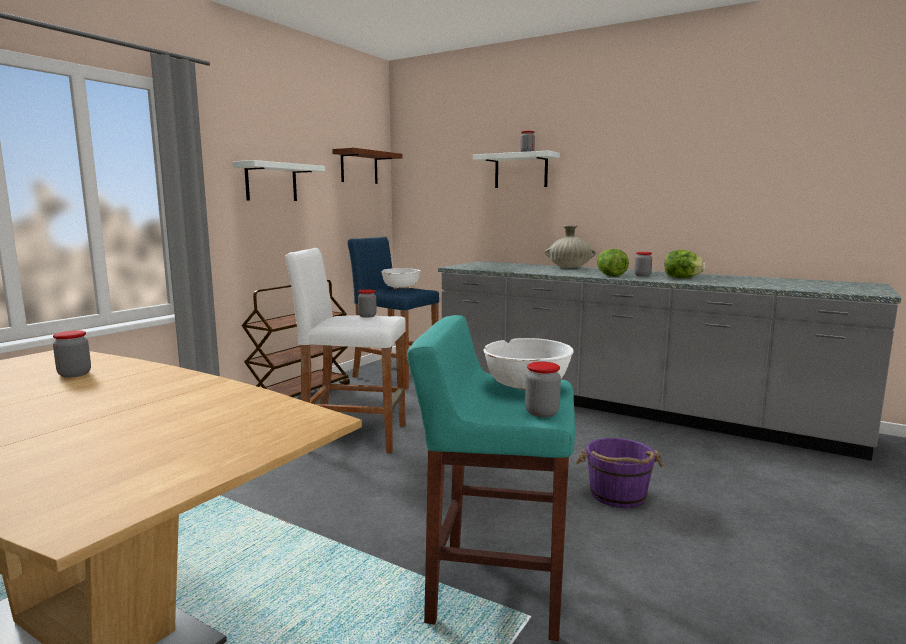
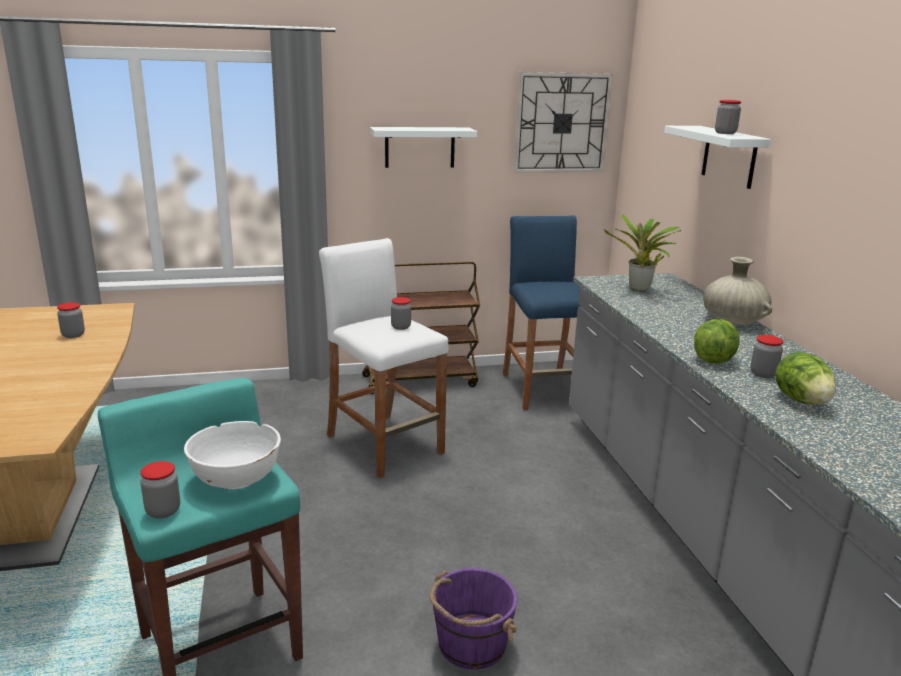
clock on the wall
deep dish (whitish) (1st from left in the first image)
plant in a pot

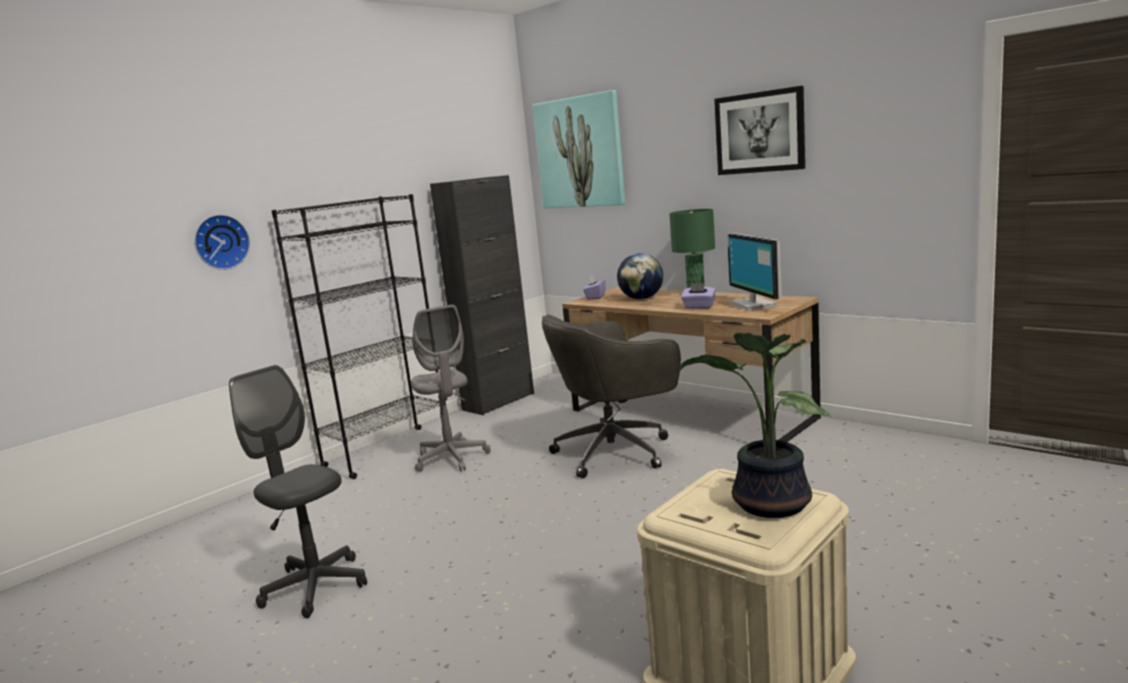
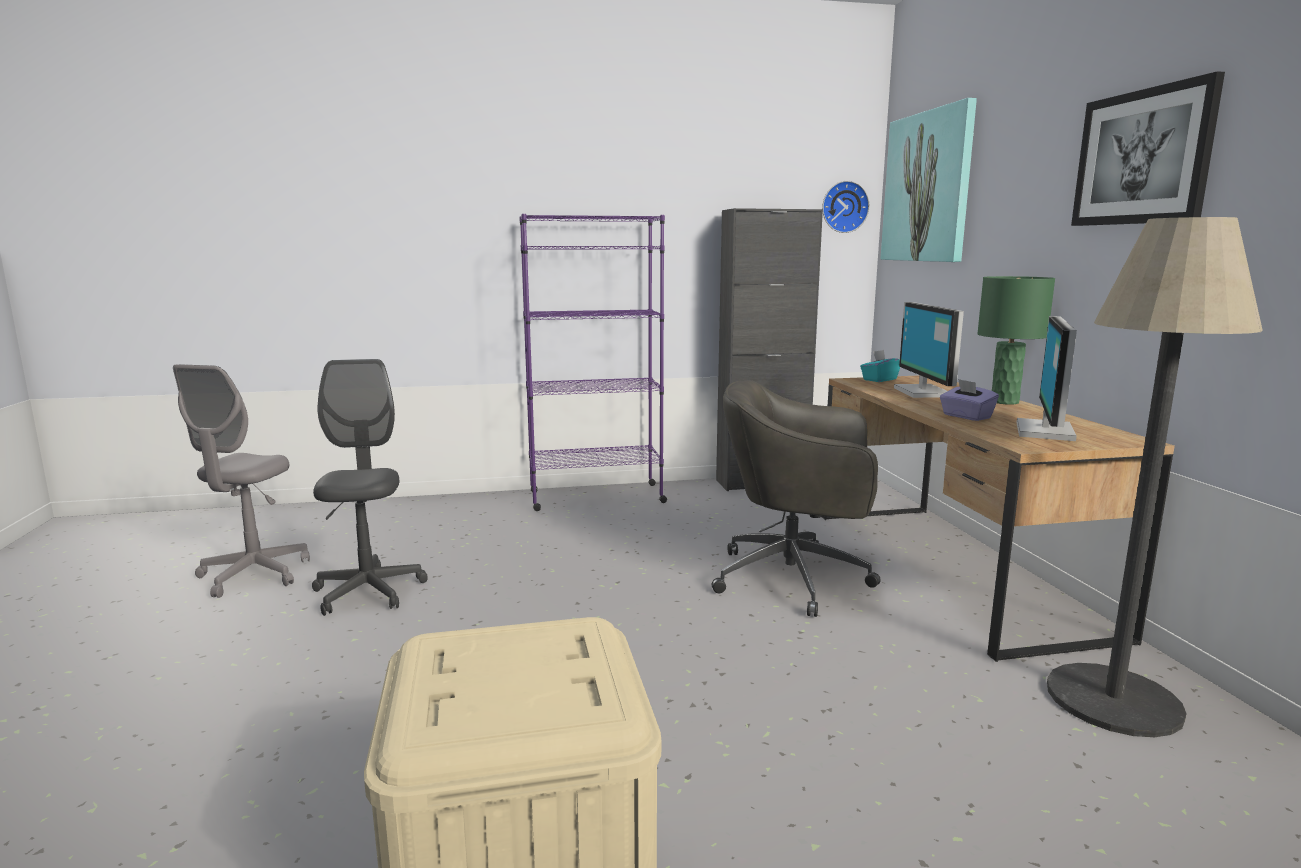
bookshelf (purplish)
clock on the wall
computer display (1st from left)
tissue holder (turquoise-coloured)
computer chair (greyish) (1st from left)
plant in a pot
floor lamp

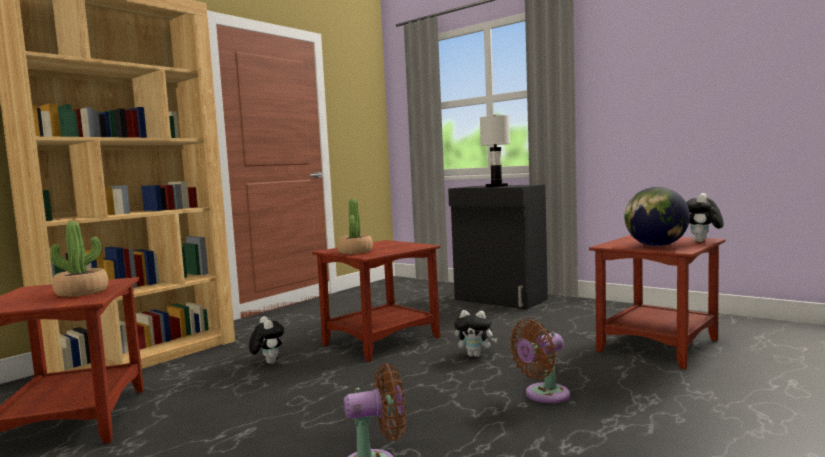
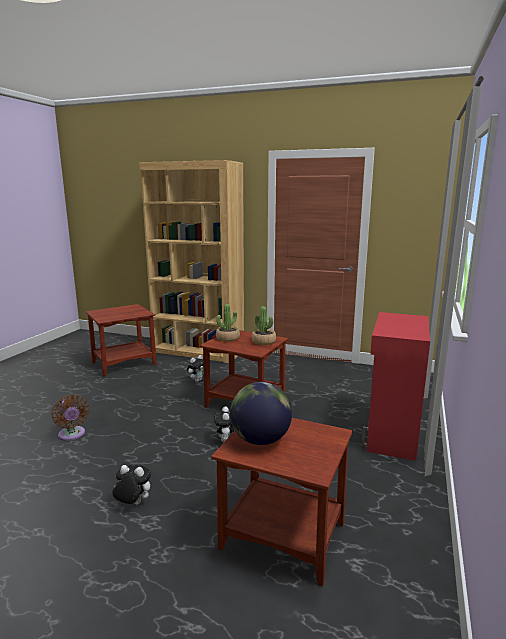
table lamp (whitish)
storage cabinet (red)
plush toy (1st from left)
plant in a pot (2nd from left)
fan (brown-coloured) (2nd from left in the first image)

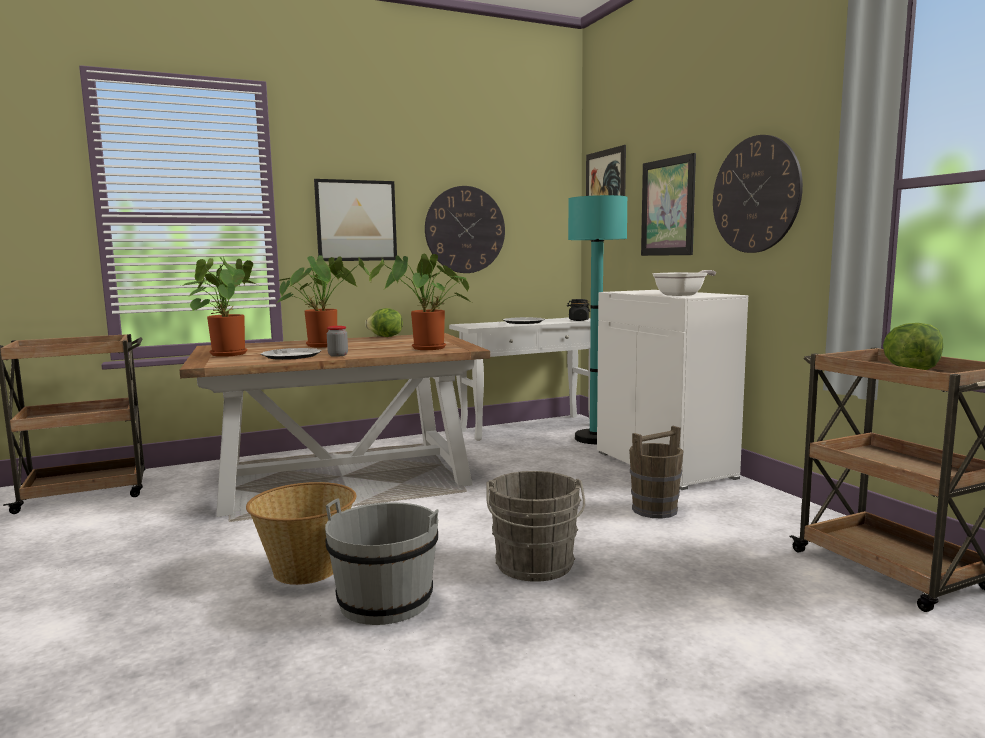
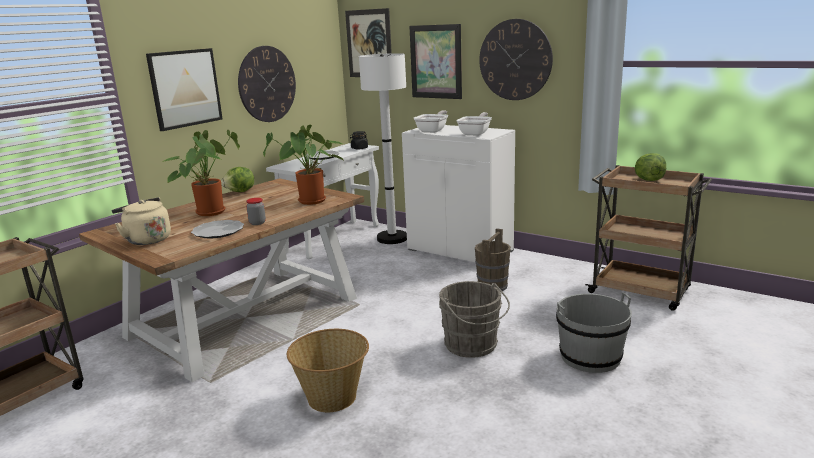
floor lamp (whitish)
tea kettle (beige-coloured)
bucket (greyish) (2nd from left)
frying pan (1st from left)

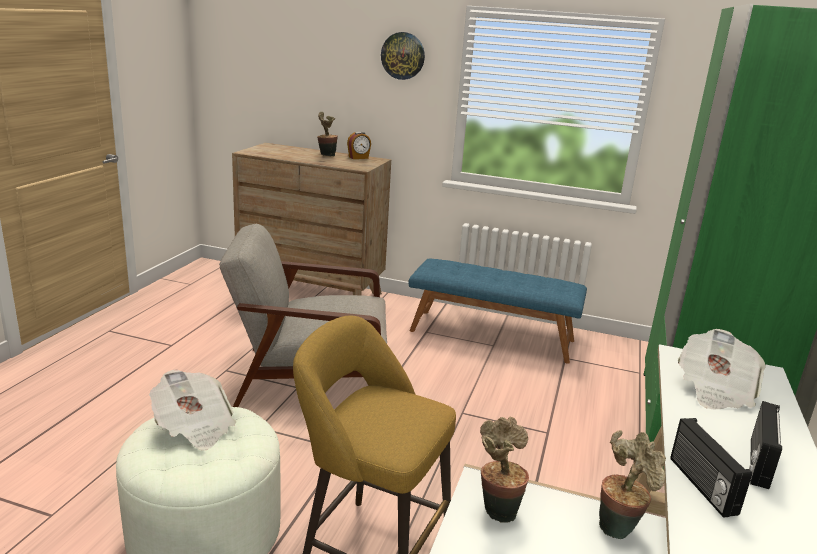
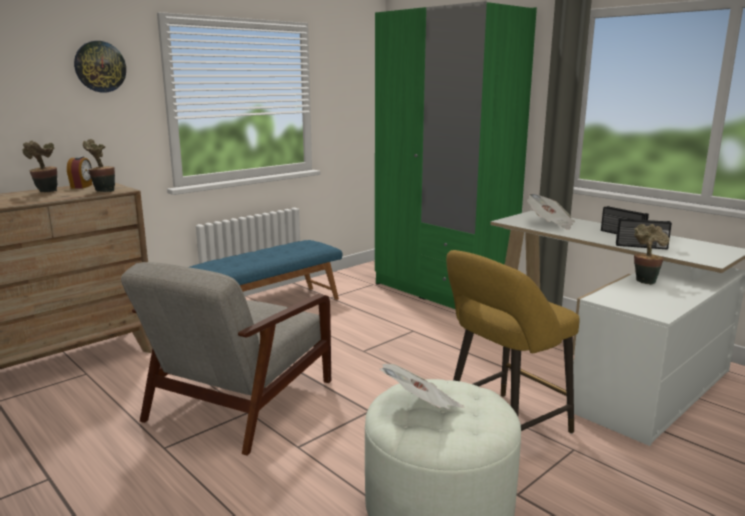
plant in a pot (2nd from left)

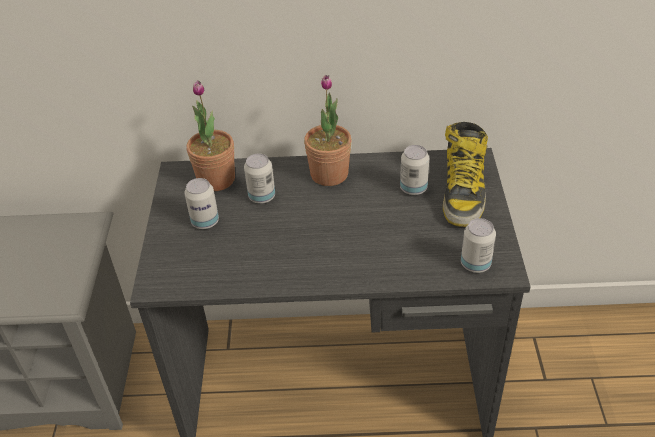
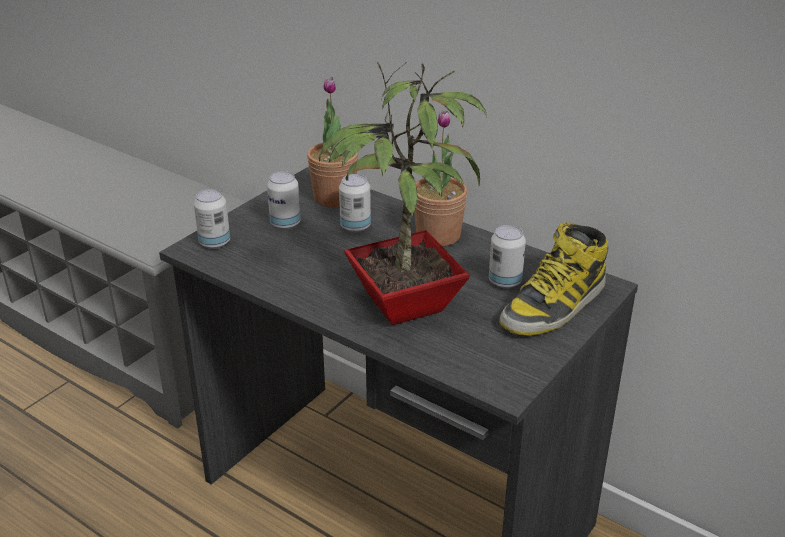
sealed can (1st from left)
plant in a pot (2nd from left)

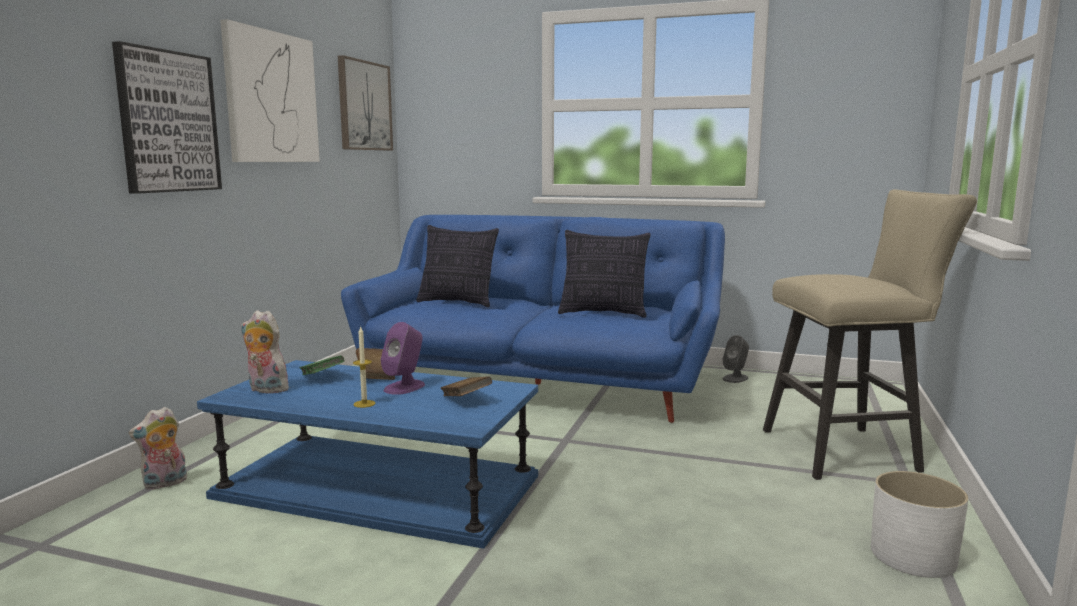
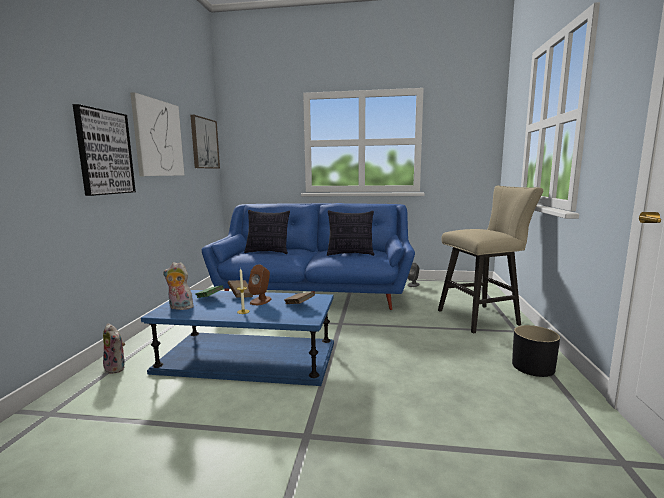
speaker (brown-coloured)
plush toy (1st from left)
flower pot (blackish)

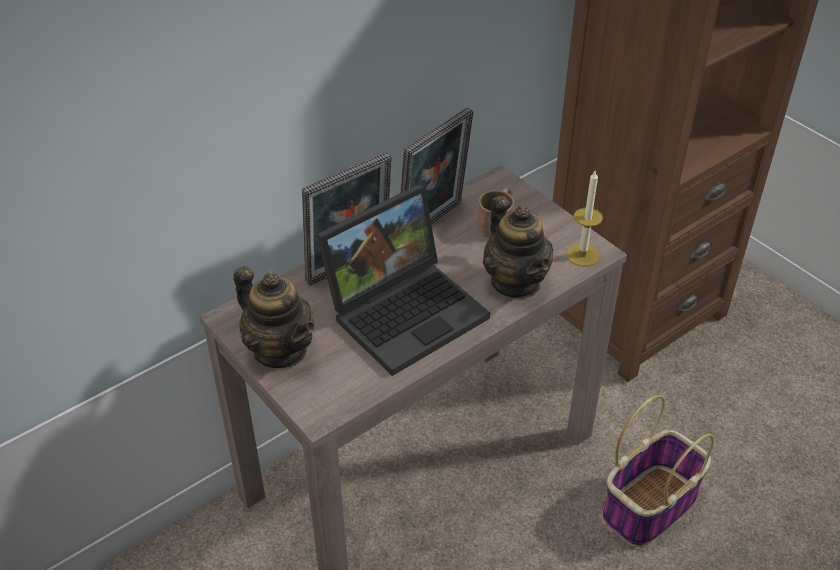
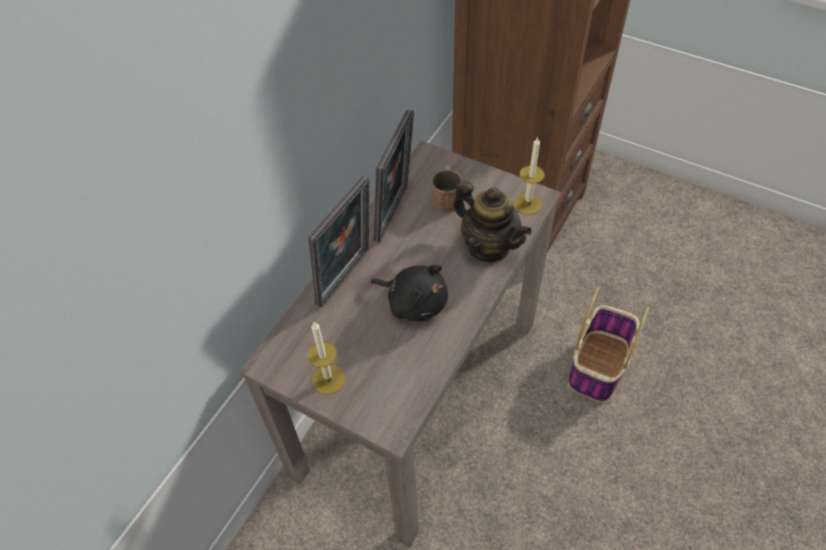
plush toy (blackish)
wax light (1st from left)

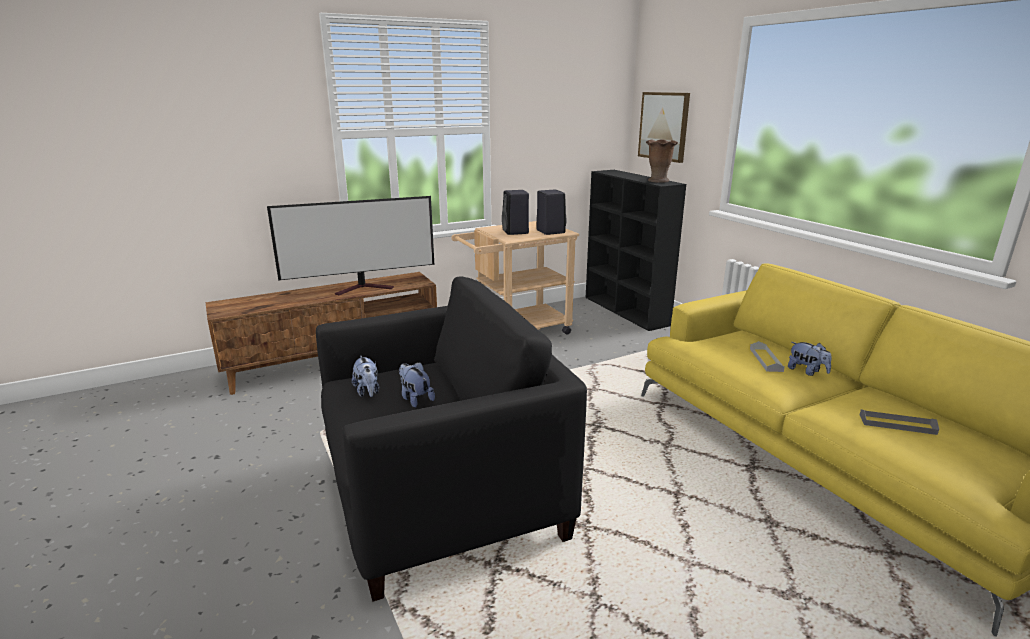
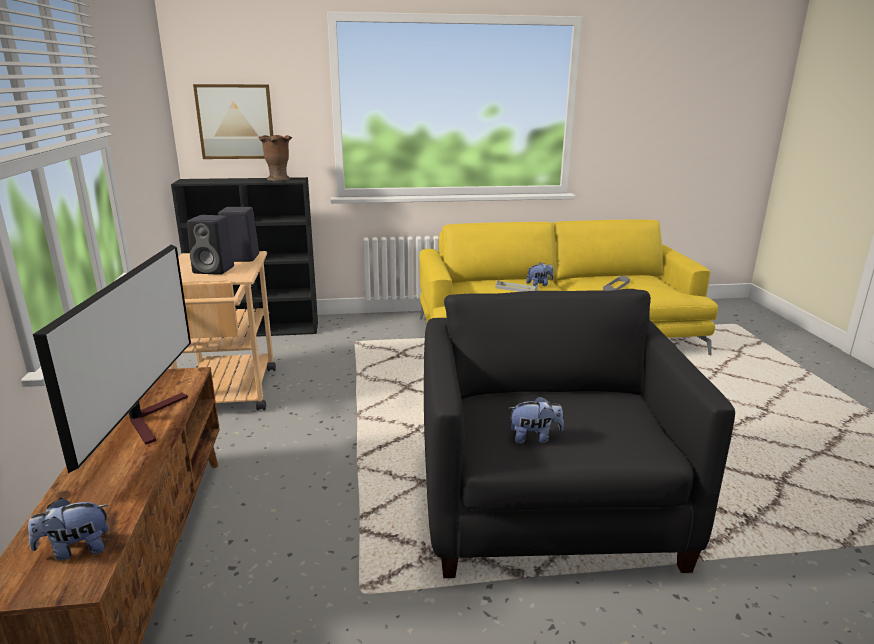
plush toy (1st from left)

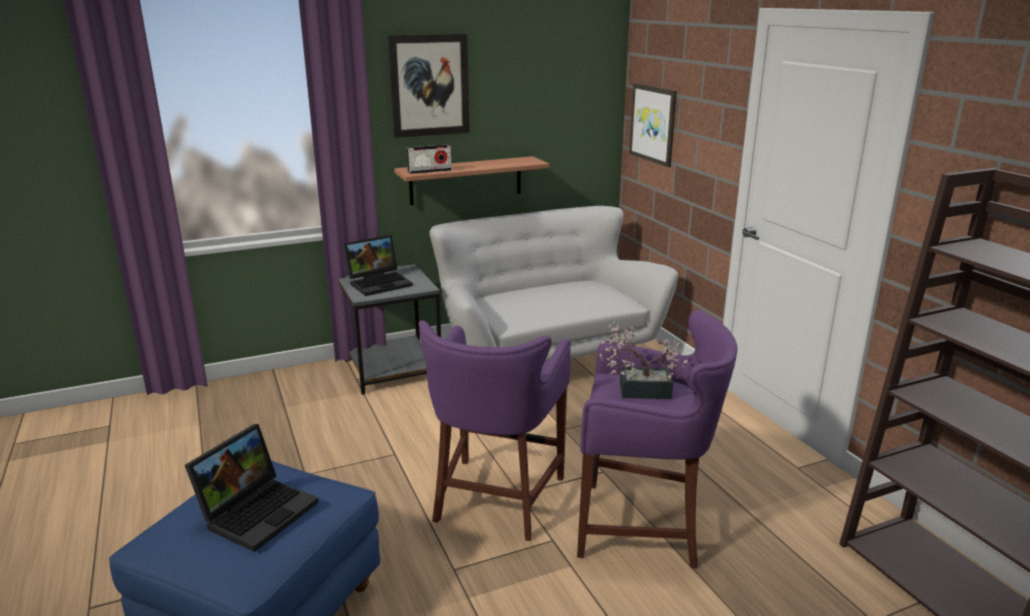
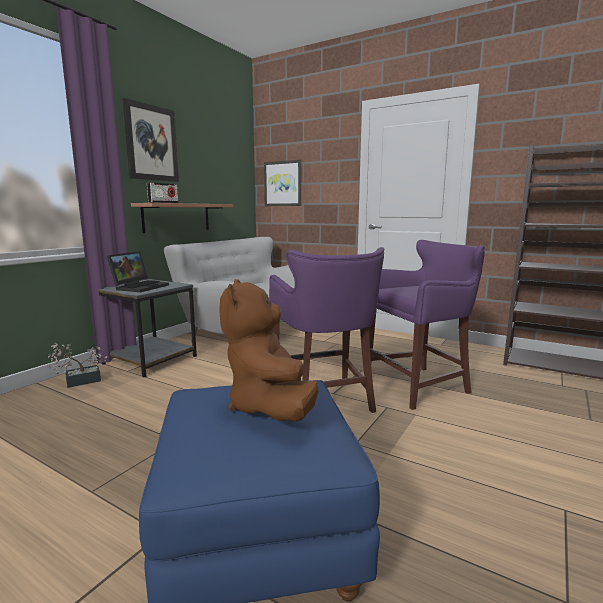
plant in a pot
plush toy (brown-coloured)

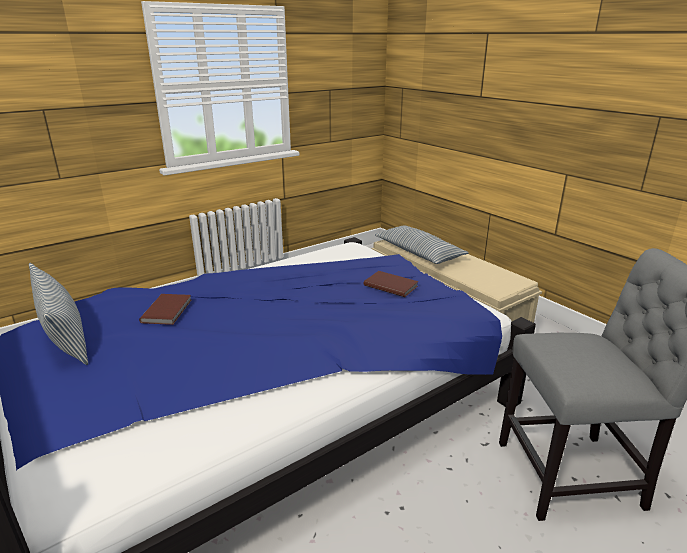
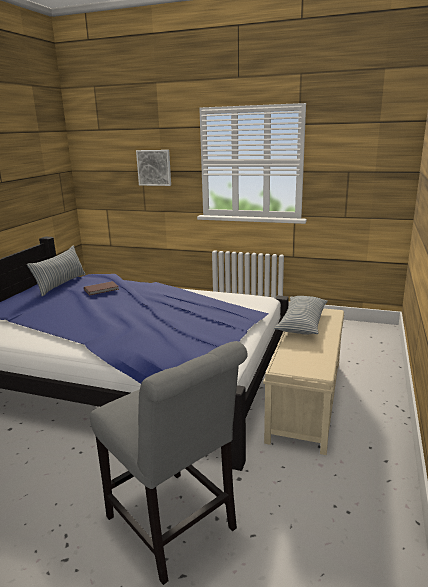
bound book (brown-coloured) (2nd from left in the first image)
picture

